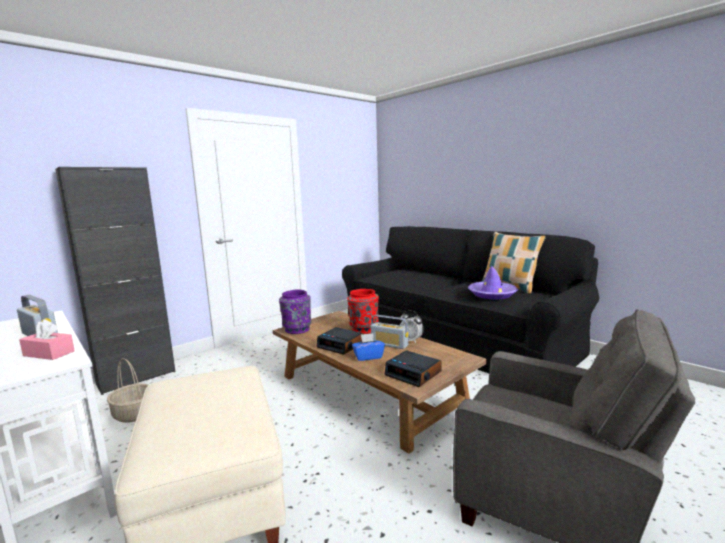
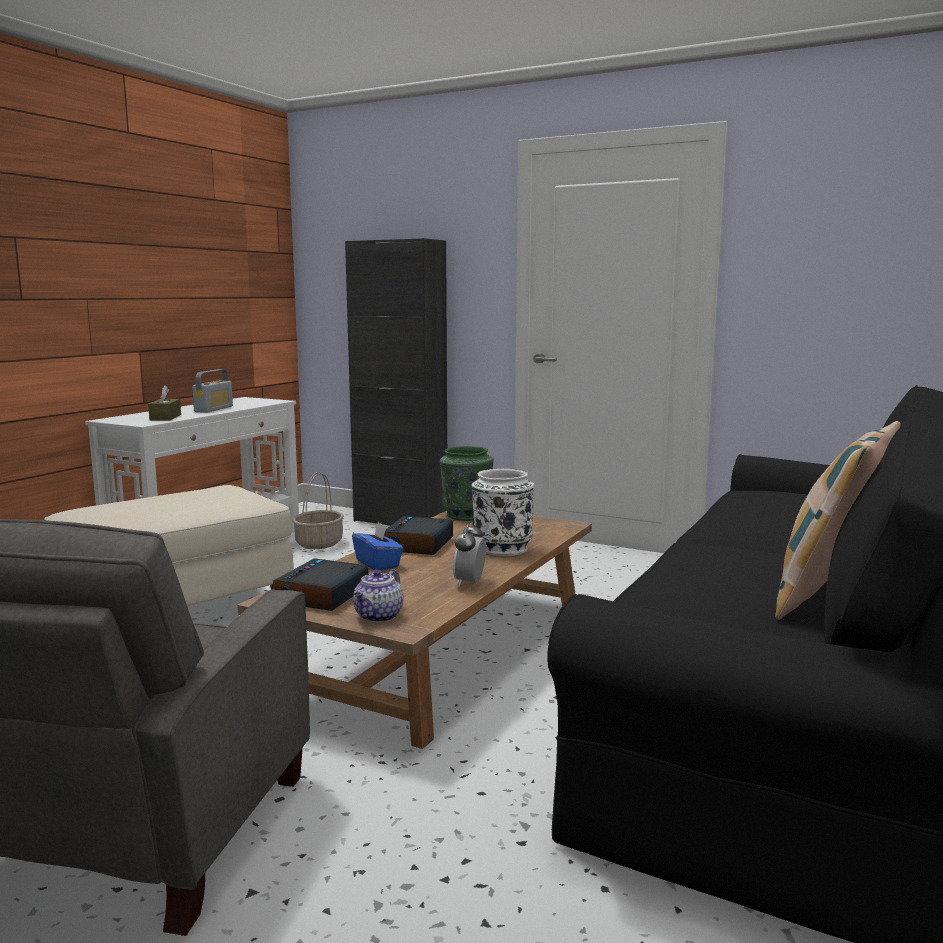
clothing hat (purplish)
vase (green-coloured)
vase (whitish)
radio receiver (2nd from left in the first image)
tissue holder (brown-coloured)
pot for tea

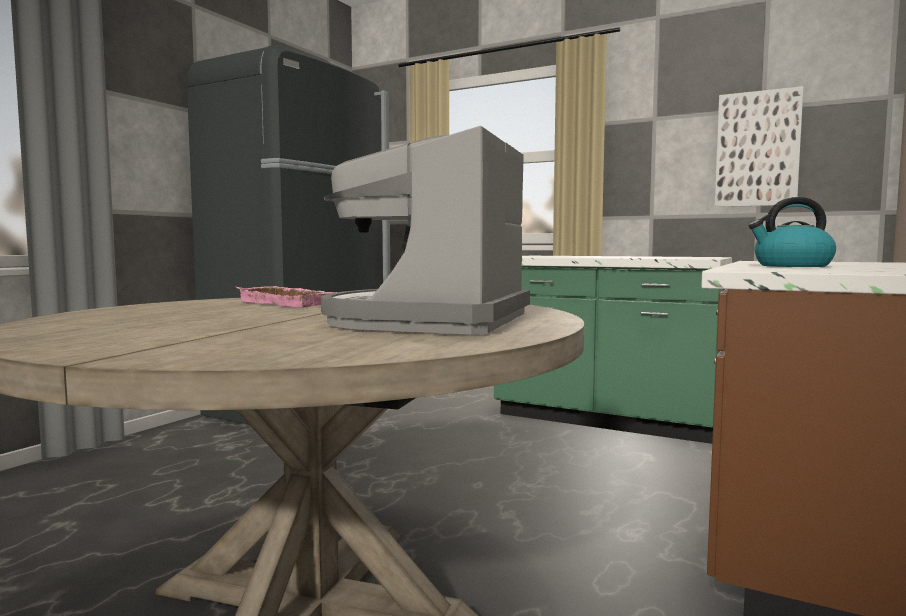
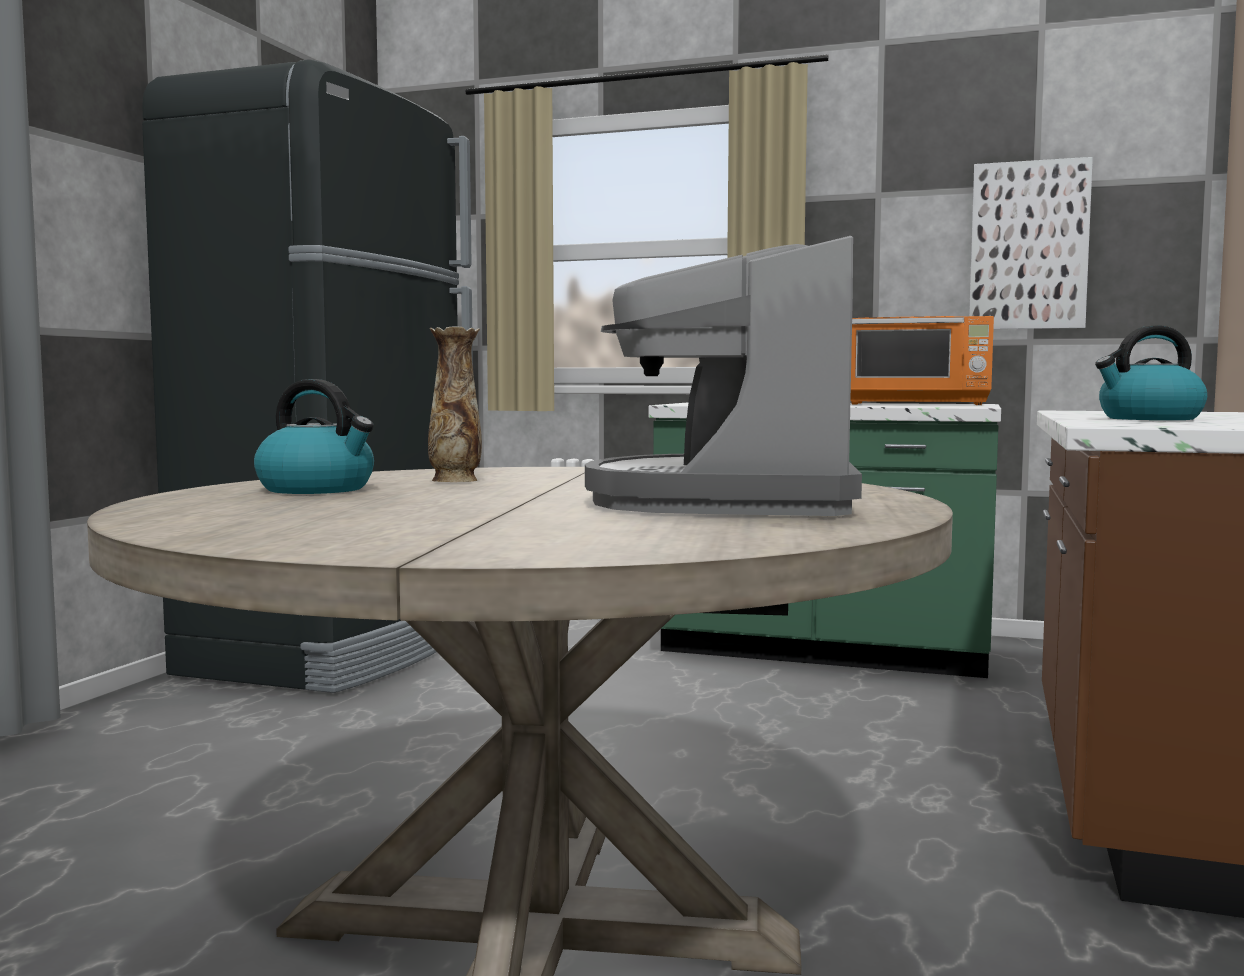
vase
microwave oven (orangey)
tea kettle (1st from left)

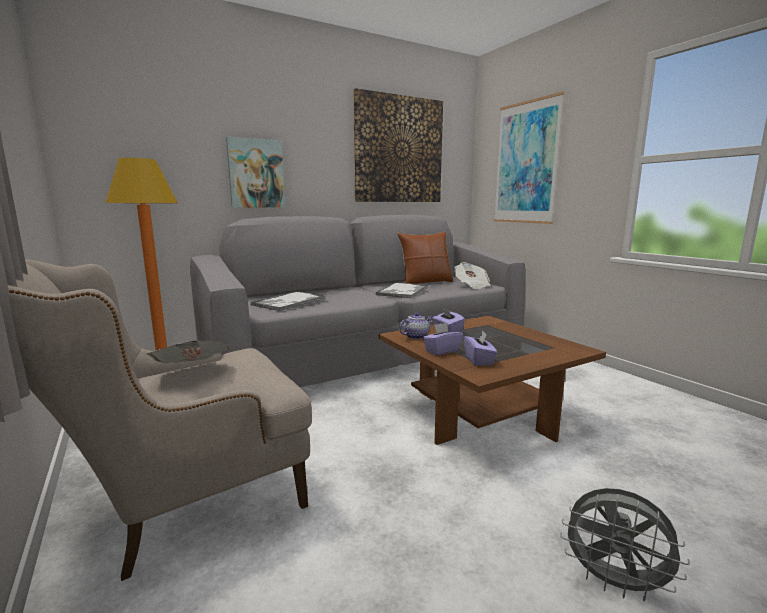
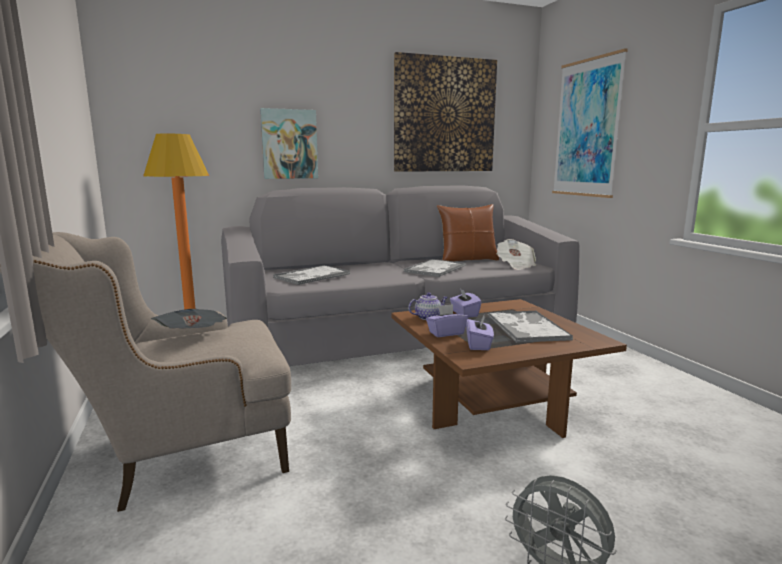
serving tray (3rd from left)

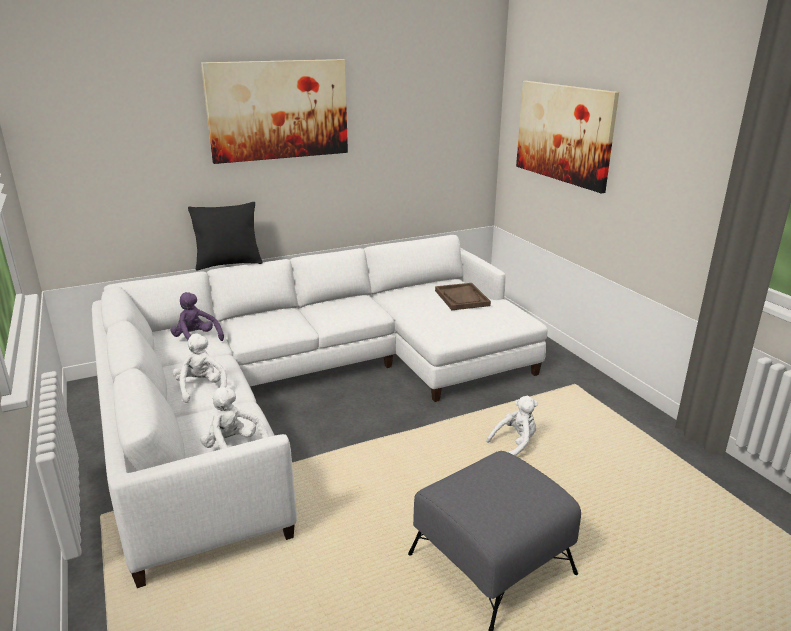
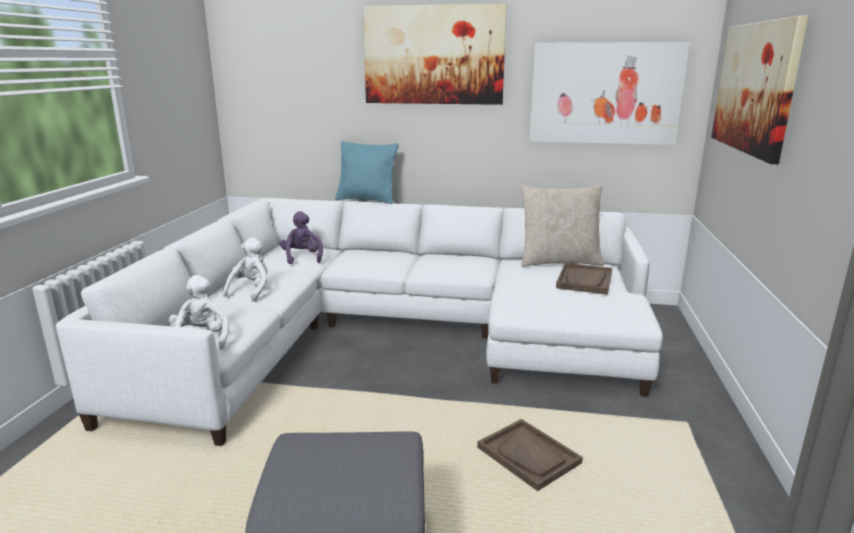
throw pillow (turquoise-coloured)
serving tray (brown-coloured) (1st from left)
picture (2nd from left)
throw pillow (beige-coloured)

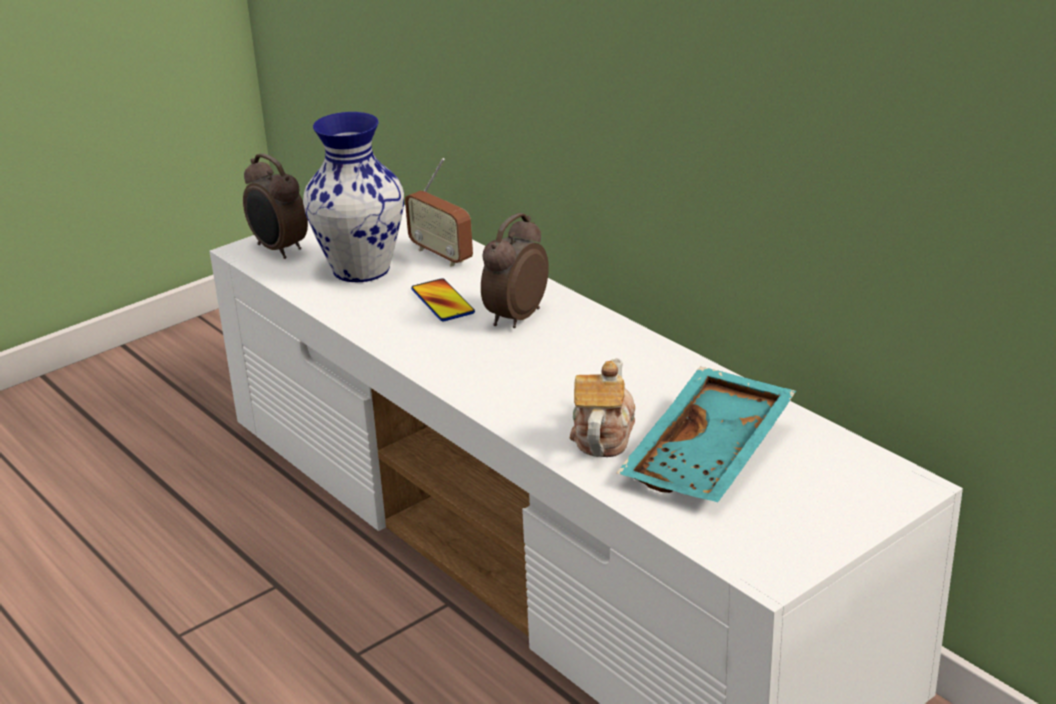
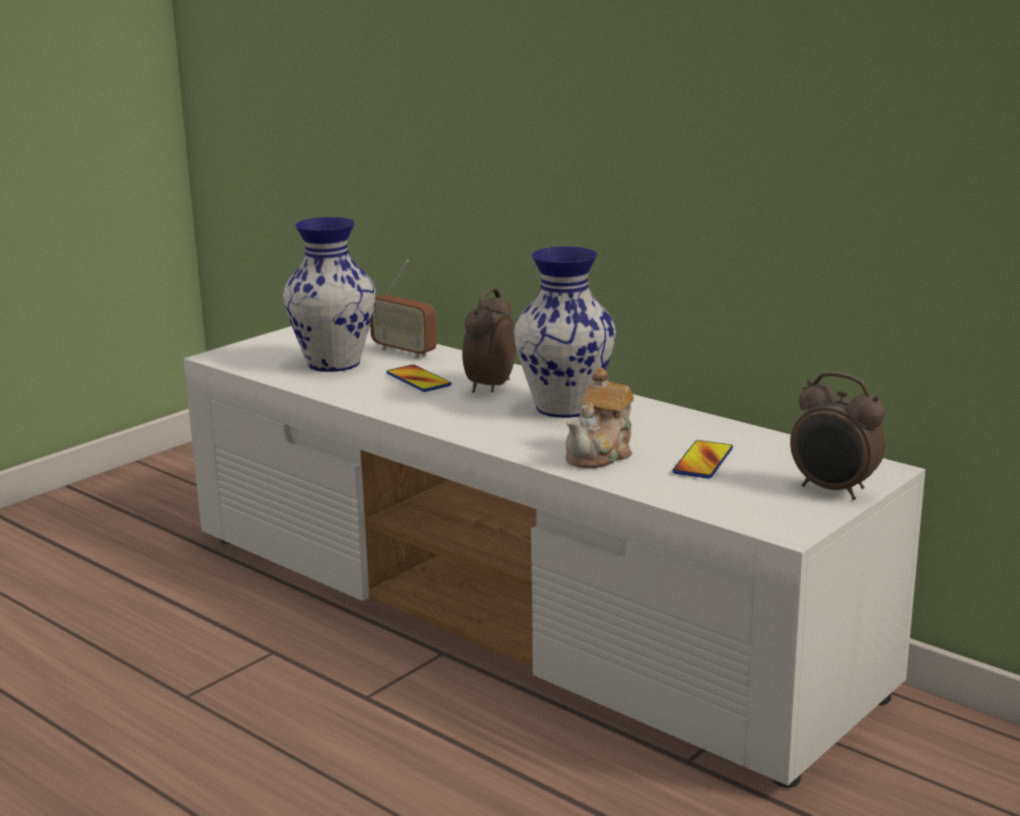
alarm clock (2nd from left)
pot for tea
telephone (2nd from left)
vase (2nd from left)

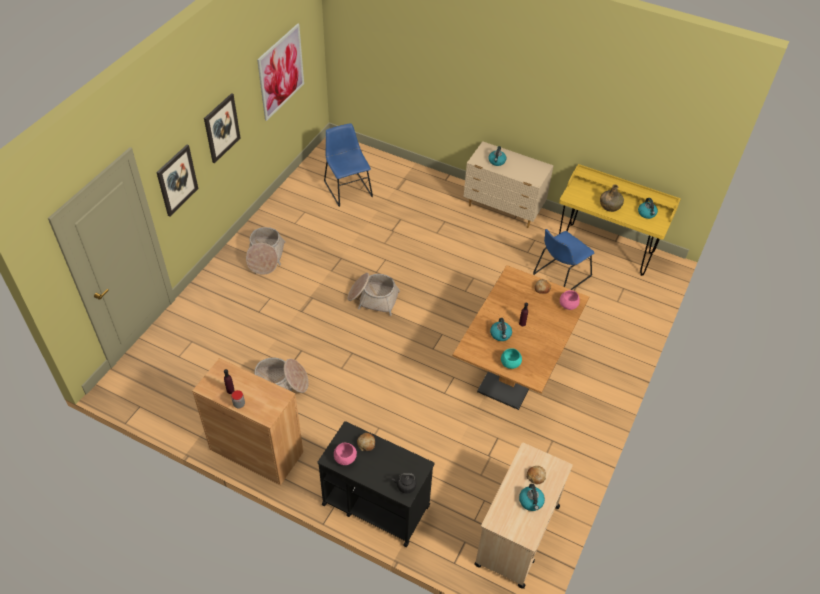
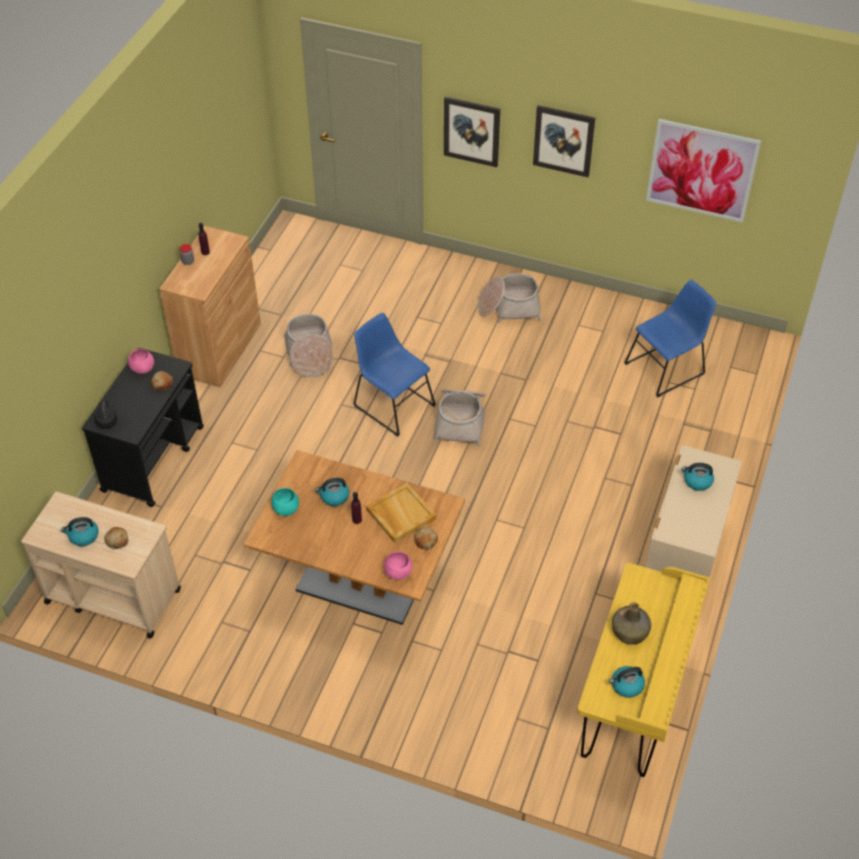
plain chair (blue-coloured) (1st from left)
serving tray (beige-coloured)

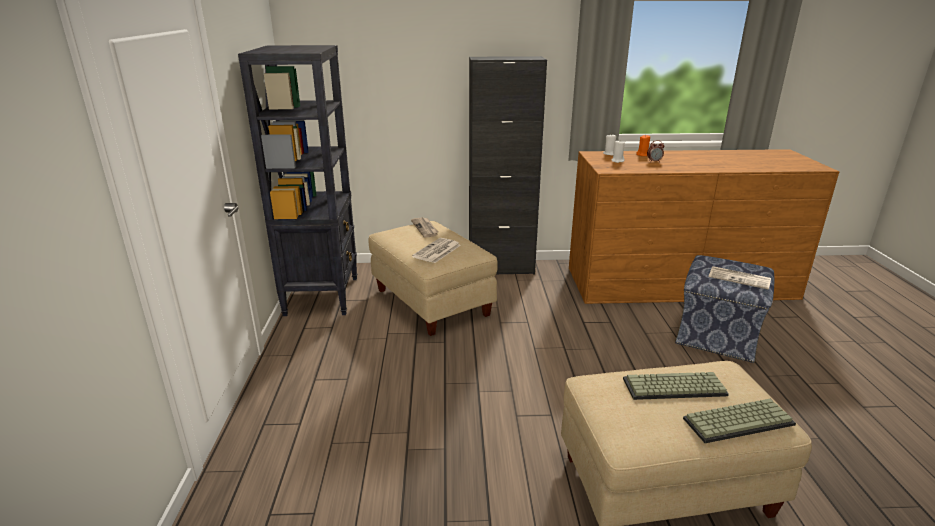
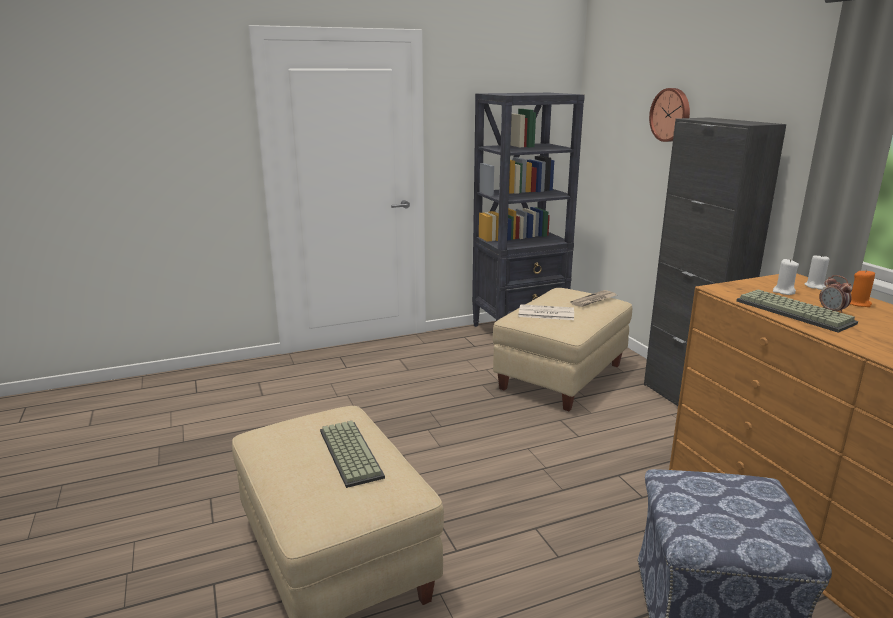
daily paper (3rd from left in the first image)
keyboard (2nd from left)
clock on the wall

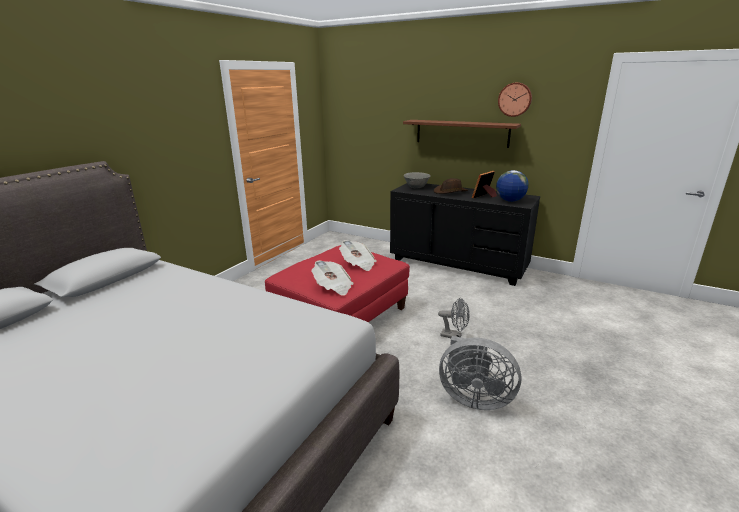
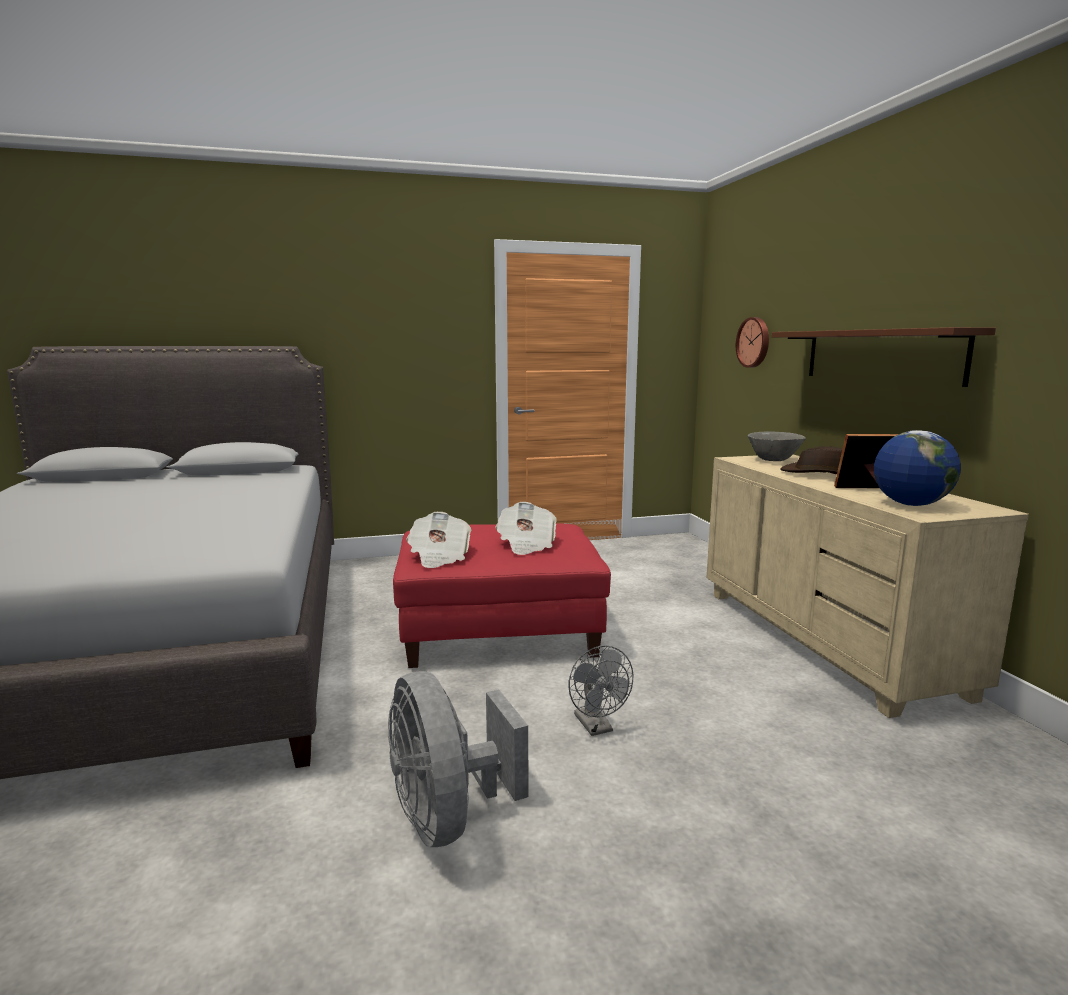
clock on the wall
drawer chest (beige-coloured)

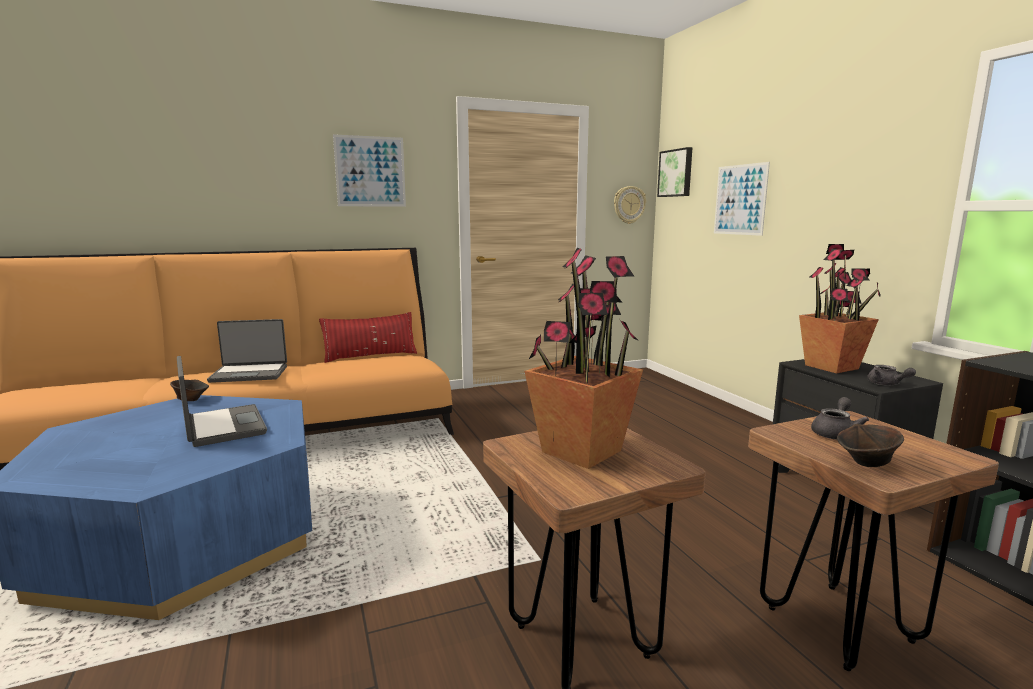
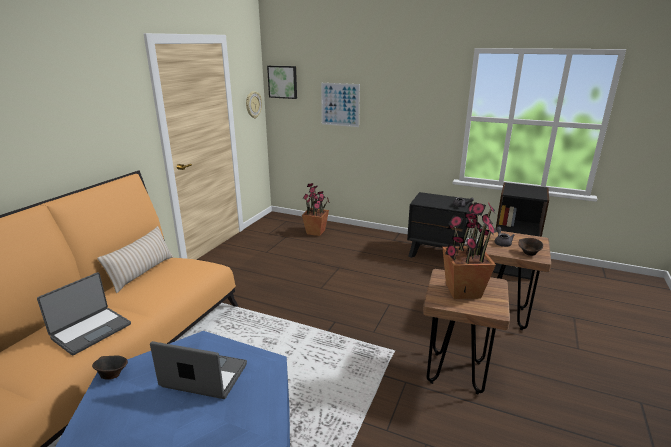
picture (1st from left in the first image)
plant in a pot (1st from left)
throw pillow (beige-coloured)

